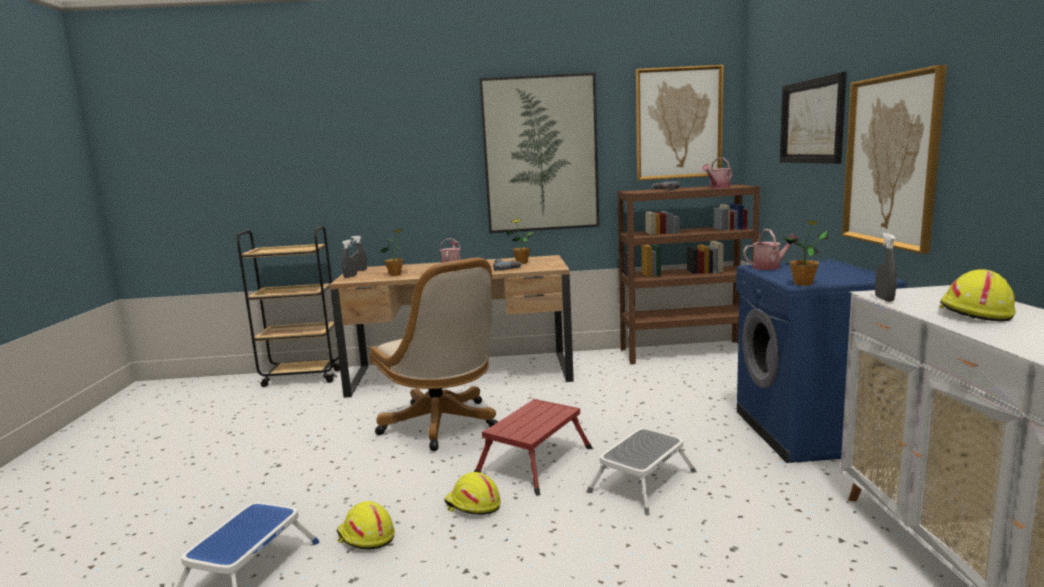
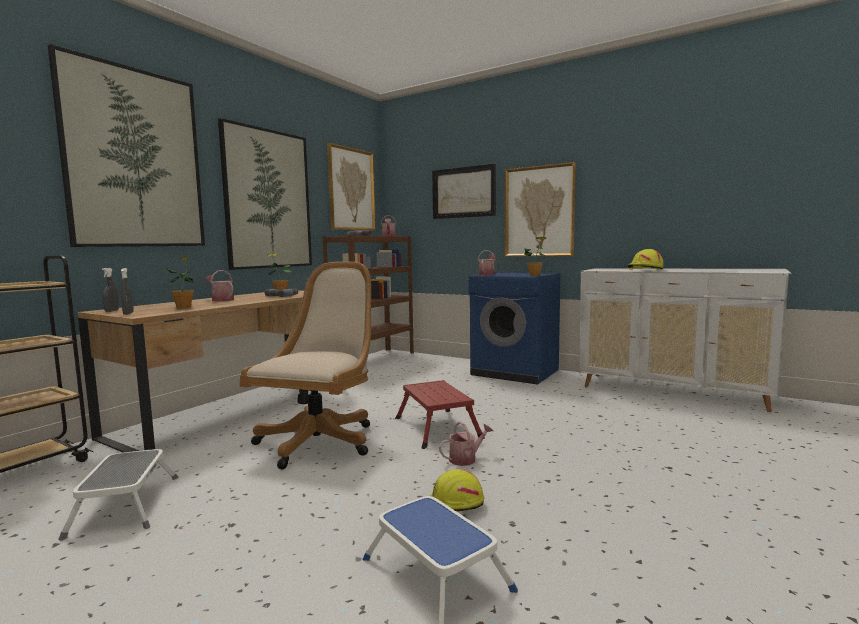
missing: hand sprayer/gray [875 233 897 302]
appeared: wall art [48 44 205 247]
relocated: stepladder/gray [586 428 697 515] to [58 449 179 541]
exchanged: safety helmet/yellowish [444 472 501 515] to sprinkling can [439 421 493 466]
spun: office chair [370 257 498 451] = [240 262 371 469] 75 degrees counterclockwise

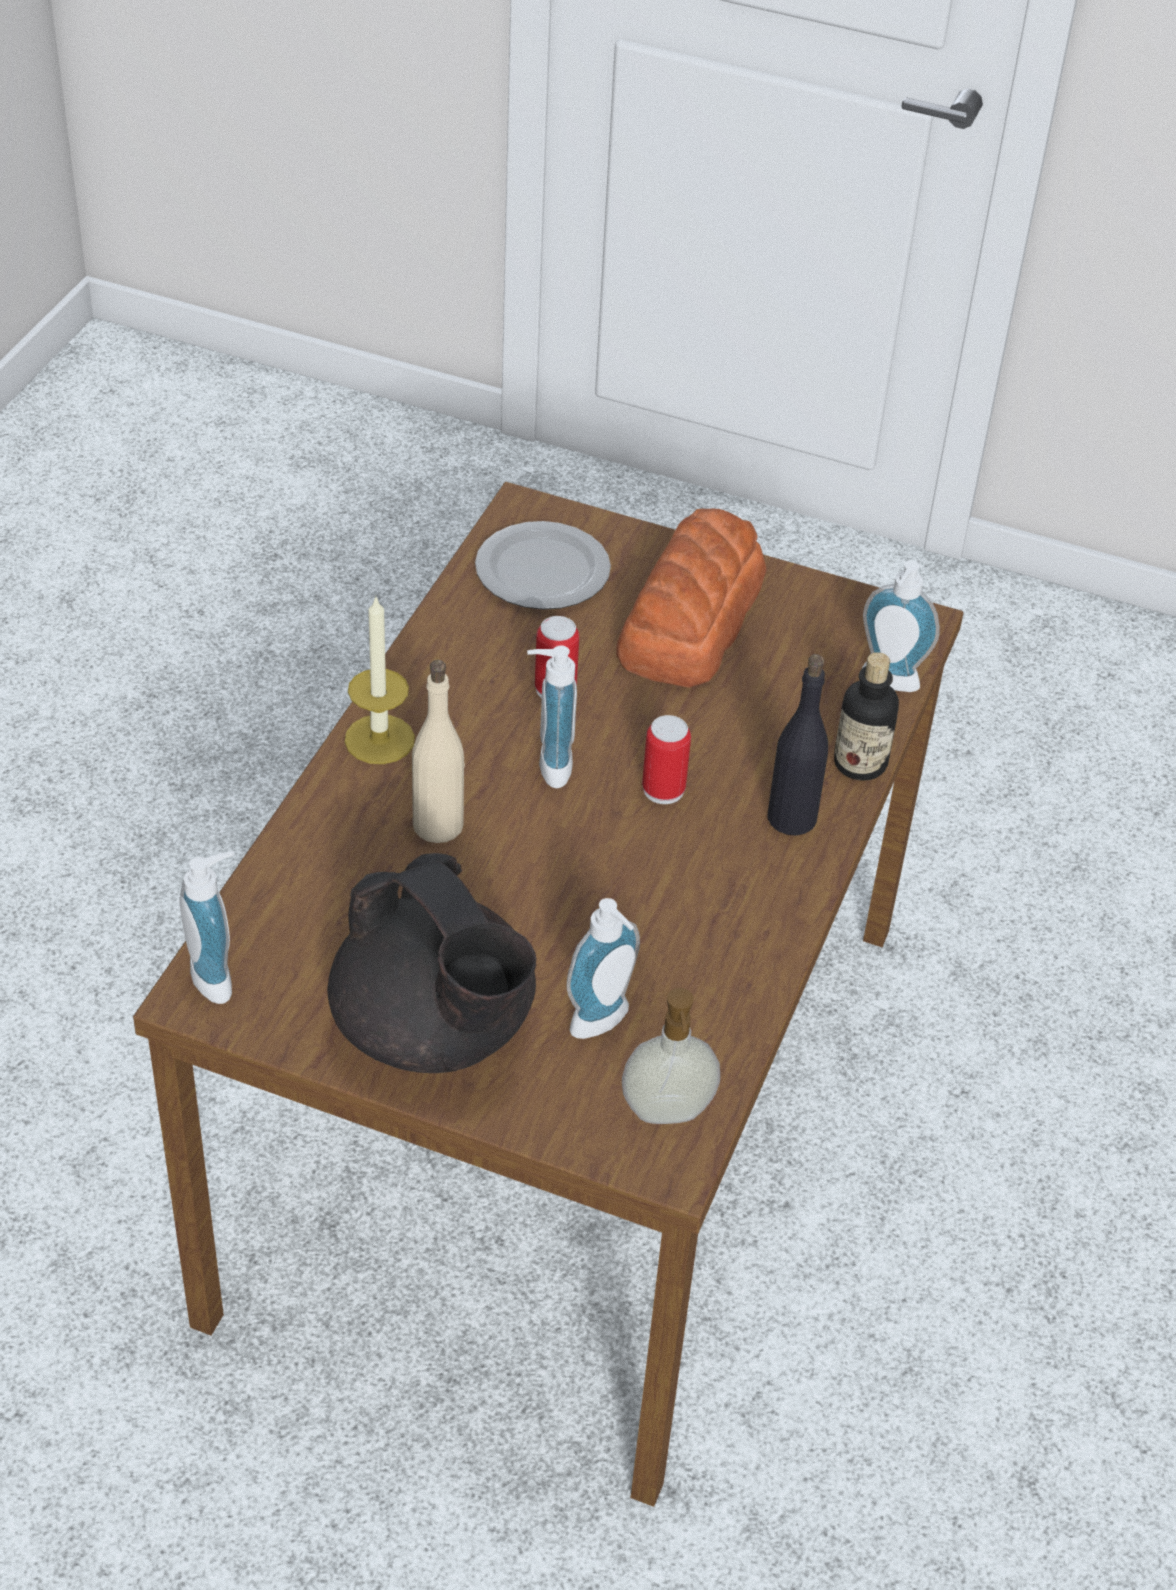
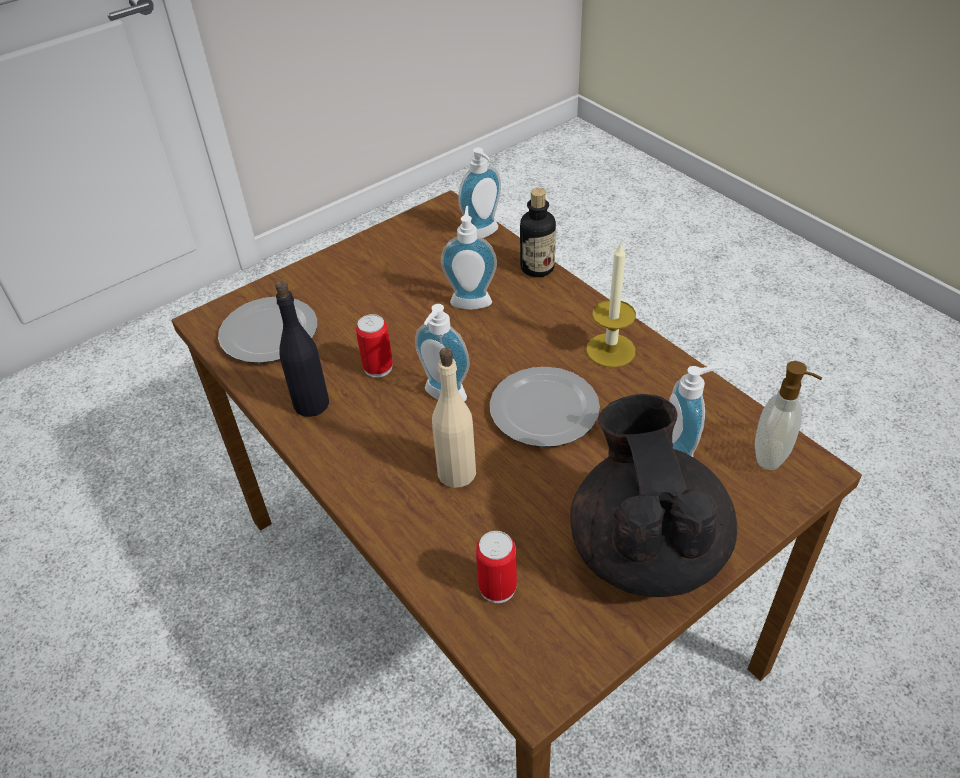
missing: baked bread [616 508 767 688]
appeared: flat dish [490 367 600 447]
relocated: soap bottle [179 851 234 1004] to [441 206 497 310]; wax candle [345 595 415 764] to [586 242 636 368]; sealed can [642 715 691 804] to [476 531 517 603]; bottle/black-coloured [767 654 828 836] to [275 281 329 417]
spun: tea pot/black-coloured [327 853 536 1073] = [570 394 737 597] 90 degrees counterclockwise

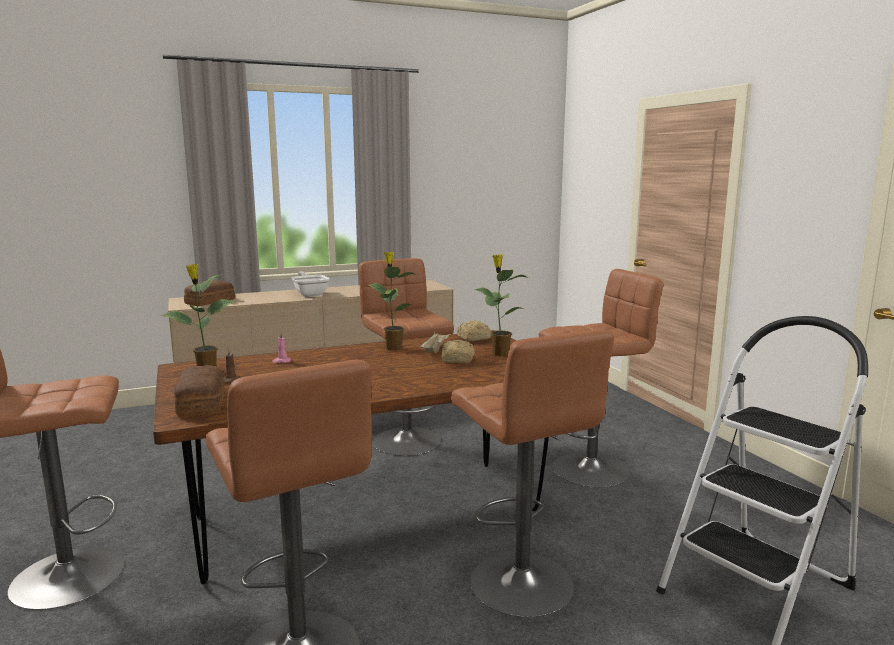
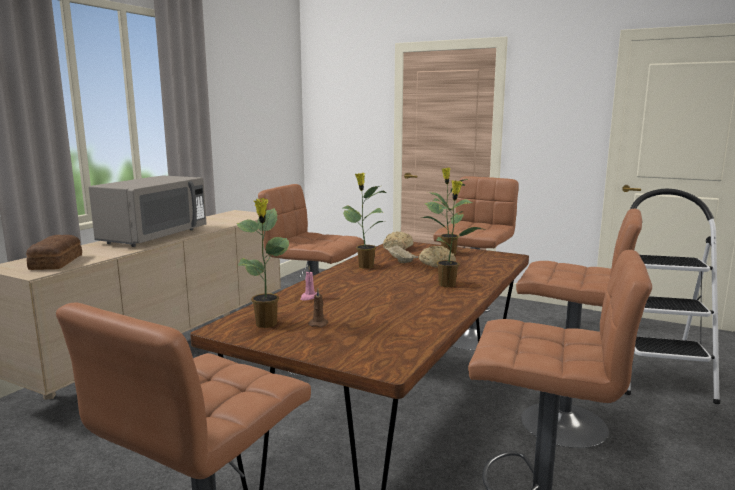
missing: baked bread [174 365 224 417]
appeared: houseplant [420 180 482 287]
exchanged: skillet [291 271 330 297] to kitchen microwave/gray [89 175 207 247]

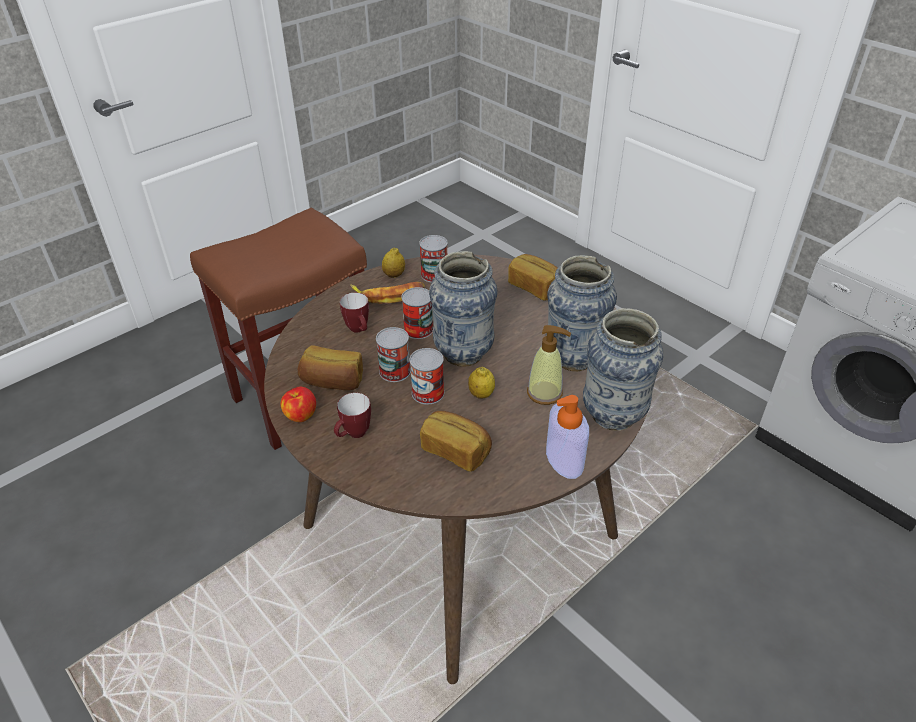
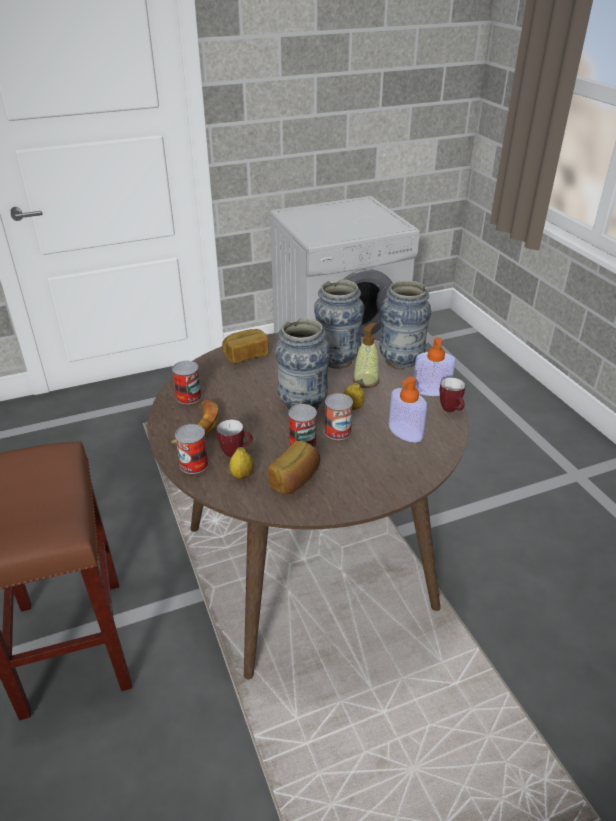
missing: whole apple [280 387 316 422]
relocated: tea mug [334 393 371 438] to [440 377 465 412]; citrus fruit [382 248 405 278] to [230 447 254 479]; sealed can [401 287 433 339] to [175 424 208 474]
exchanged: baked bread [420 411 492 472] to soap bottle [389 377 427 442]

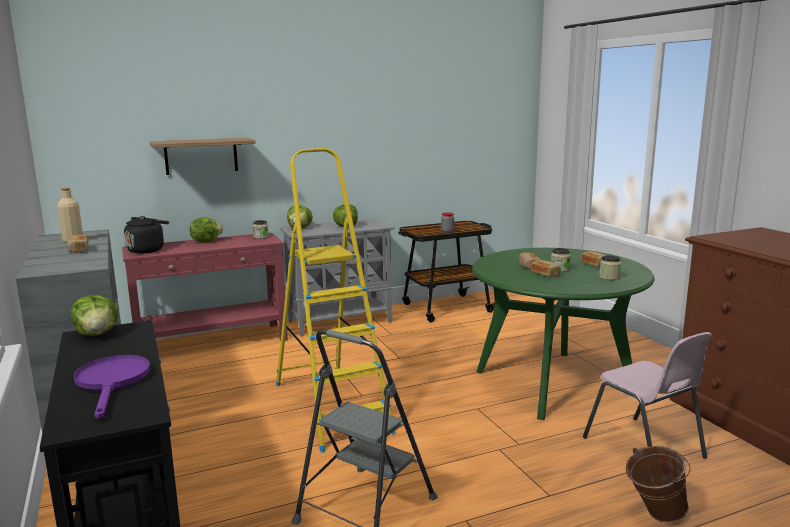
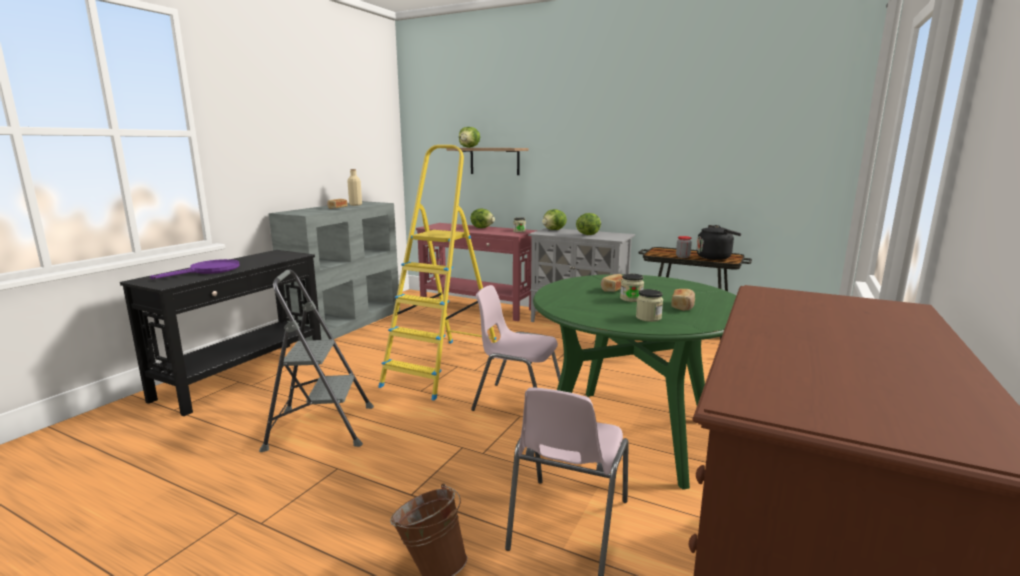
missing: baked bread [531 260 560 277]
appeared: upright chair/pinkish [471 285 561 411]
relocated: head of lettuce [71 295 118 336] to [459 127 480 148]; water kettle/black-coloured [124 216 169 254] to [697 225 742 260]

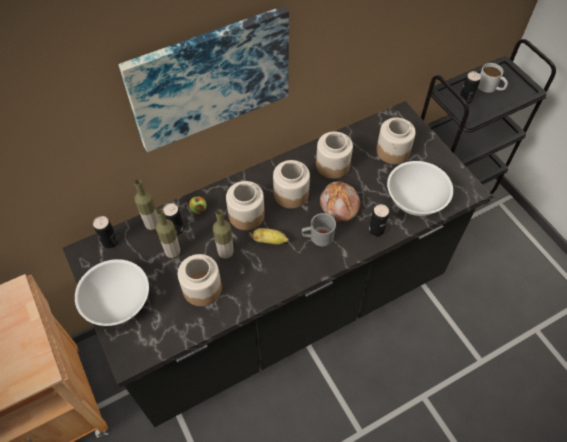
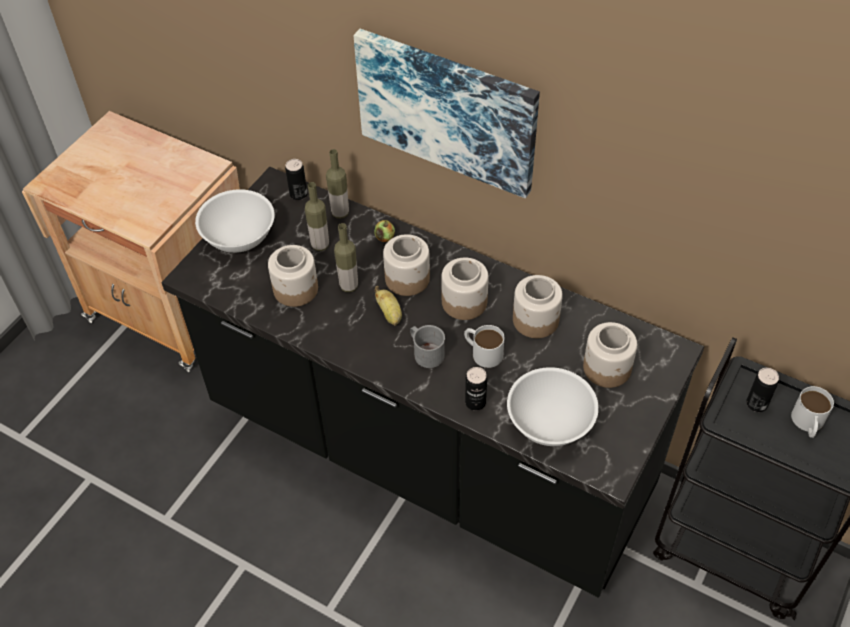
missing: sealed can [163 203 184 235]
exchanged: baked bread [320 181 360 223] to tea mug/white-coloured [464 325 504 368]

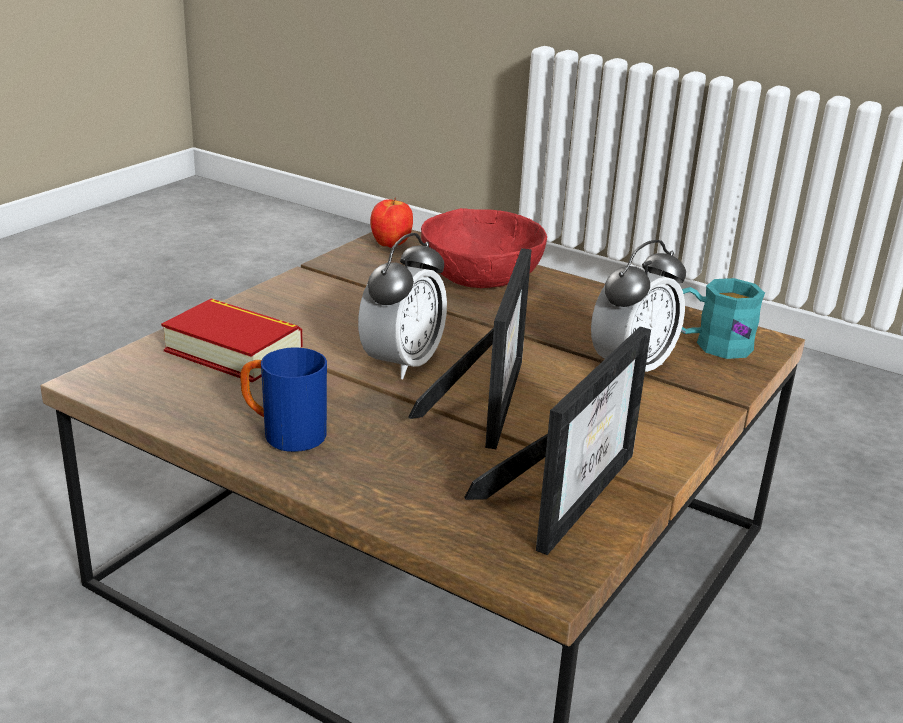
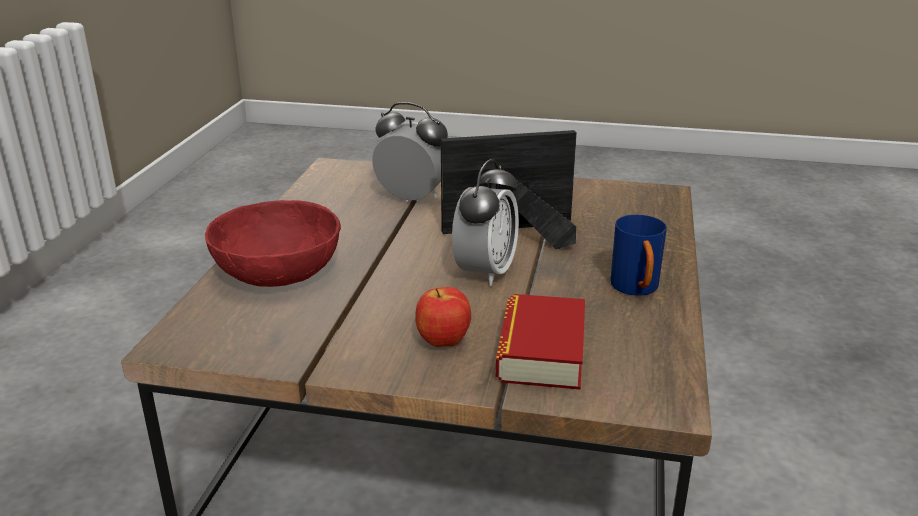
missing: standing frame [464 327 651 555]; tea mug/turquoise-coloured [681 278 765 359]
relocated: whole apple [370 197 413 248] to [415 287 471 347]
spun: bedside clock [358 233 447 379] = [452 159 519 286] 105 degrees clockwise

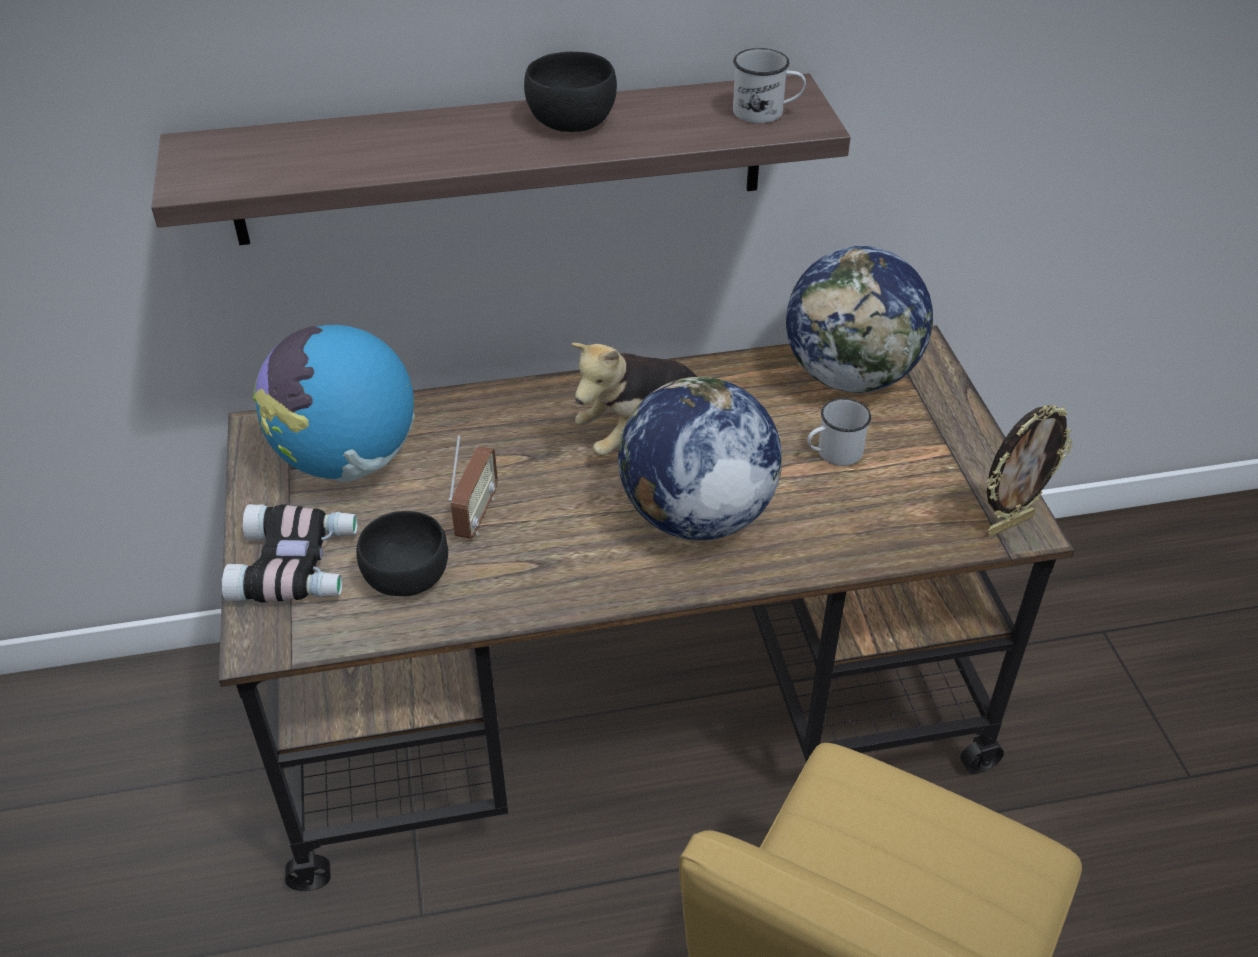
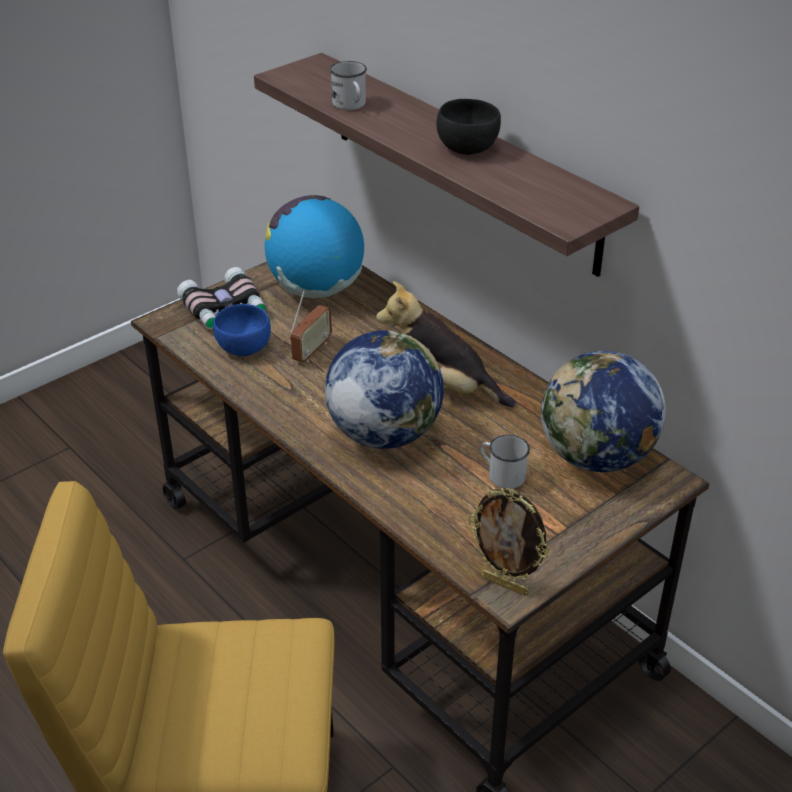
relocated: tea mug/white-coloured [733 48 806 123] to [330 61 367 110]
colour: serving bowl/black-coloured [357 511 448 596] to serving bowl/bluish [213 304 271 356]
spun: radio set [448 435 498 539] = [290 290 332 362] 45 degrees counterclockwise

